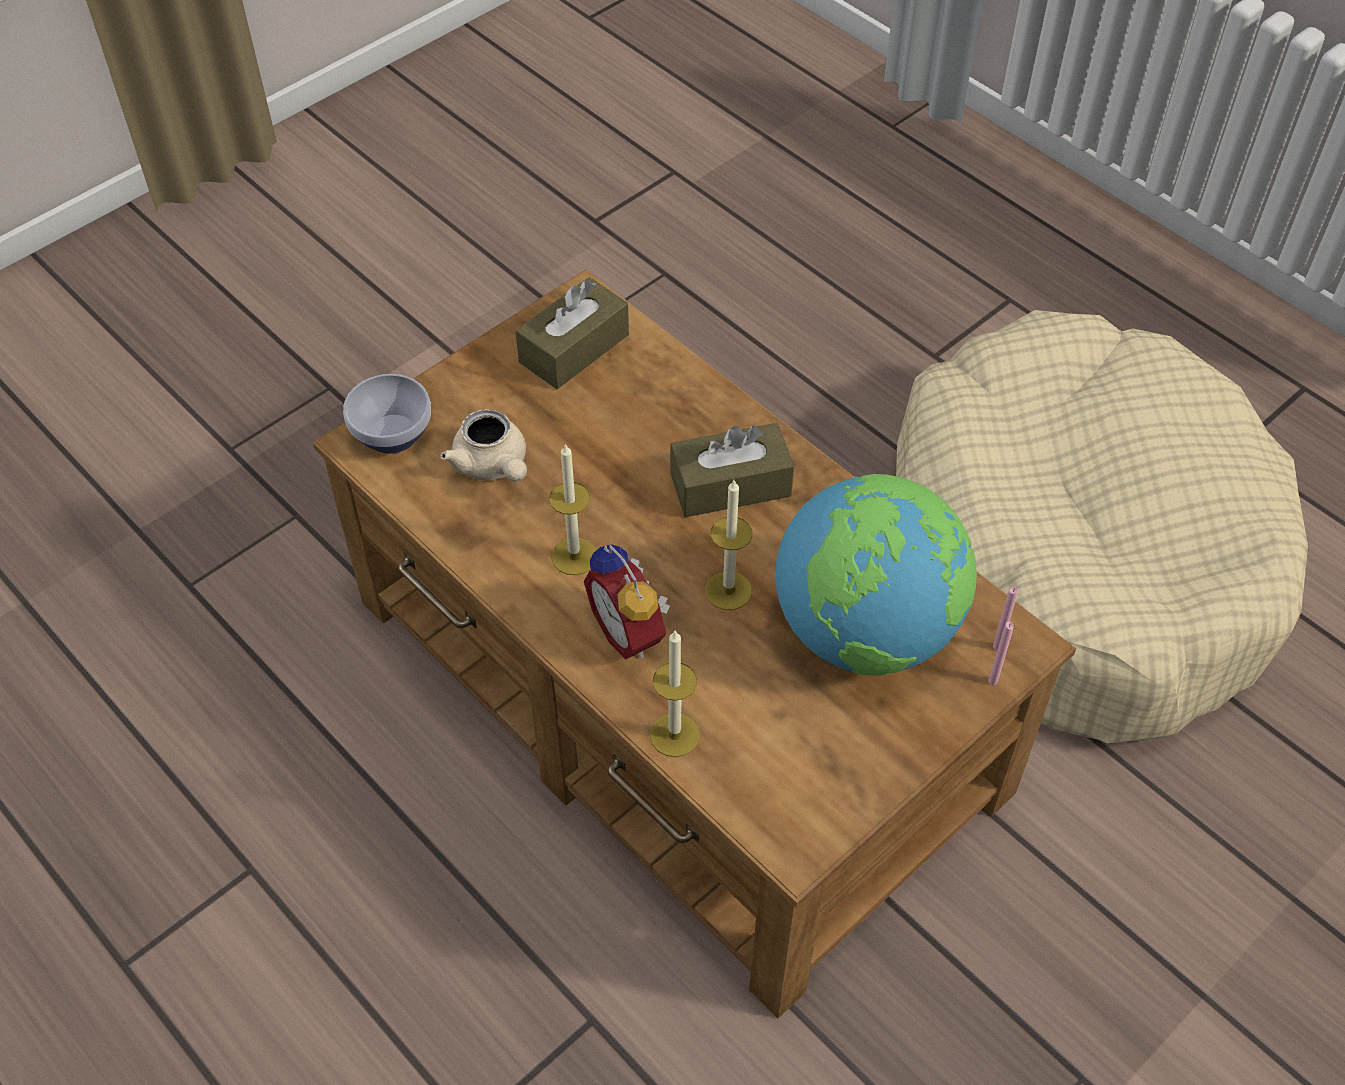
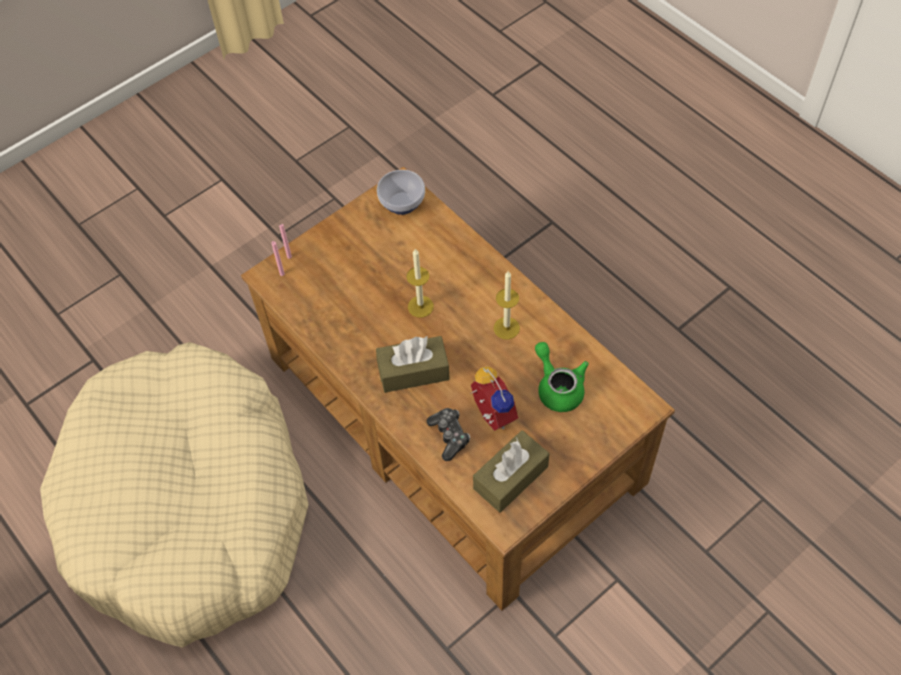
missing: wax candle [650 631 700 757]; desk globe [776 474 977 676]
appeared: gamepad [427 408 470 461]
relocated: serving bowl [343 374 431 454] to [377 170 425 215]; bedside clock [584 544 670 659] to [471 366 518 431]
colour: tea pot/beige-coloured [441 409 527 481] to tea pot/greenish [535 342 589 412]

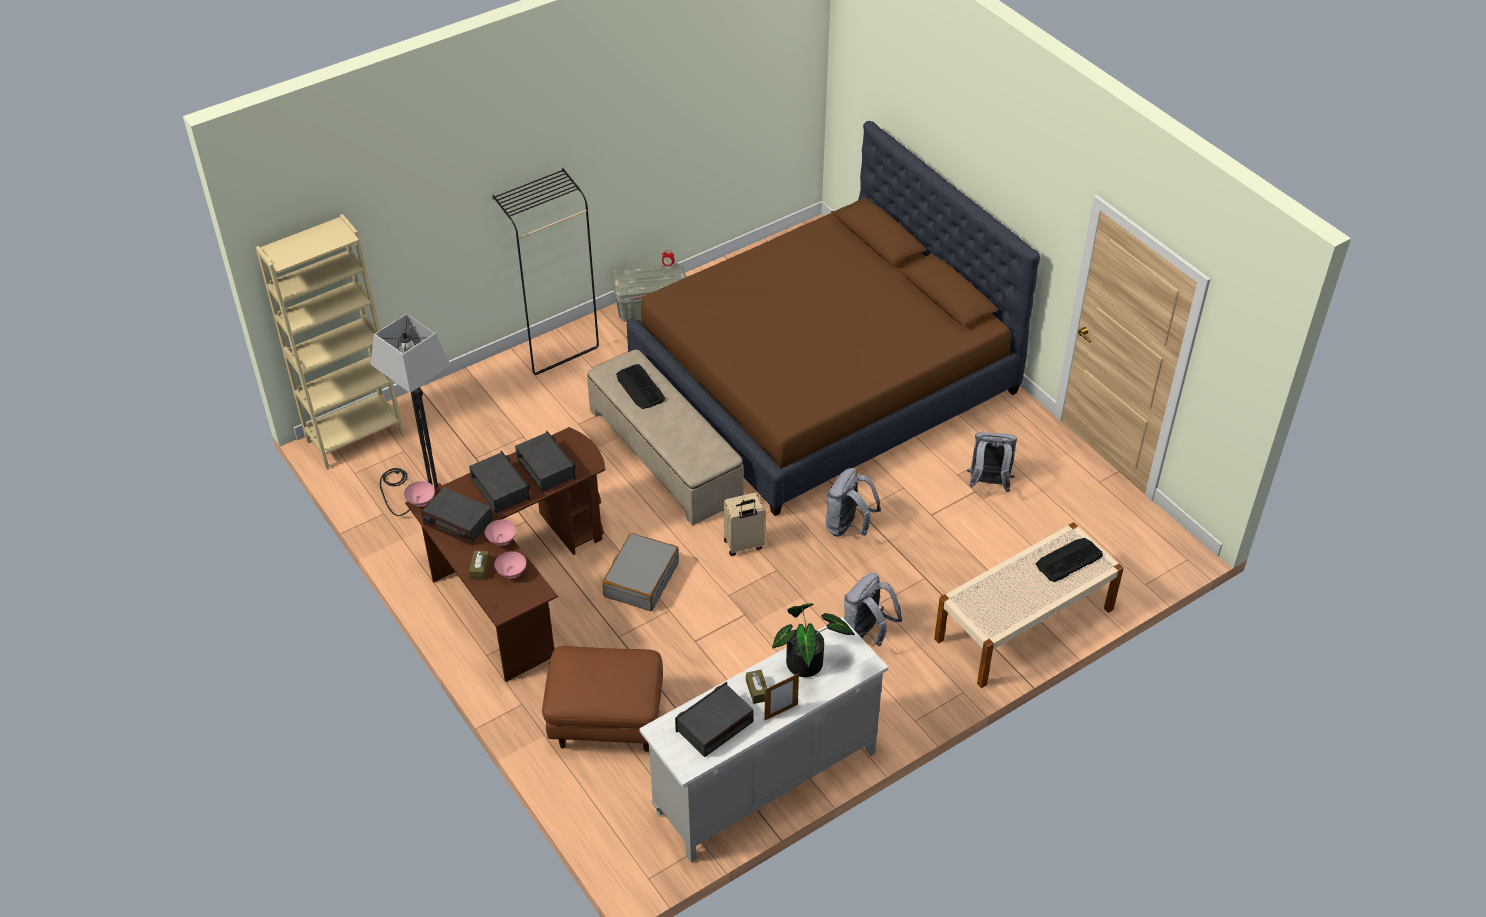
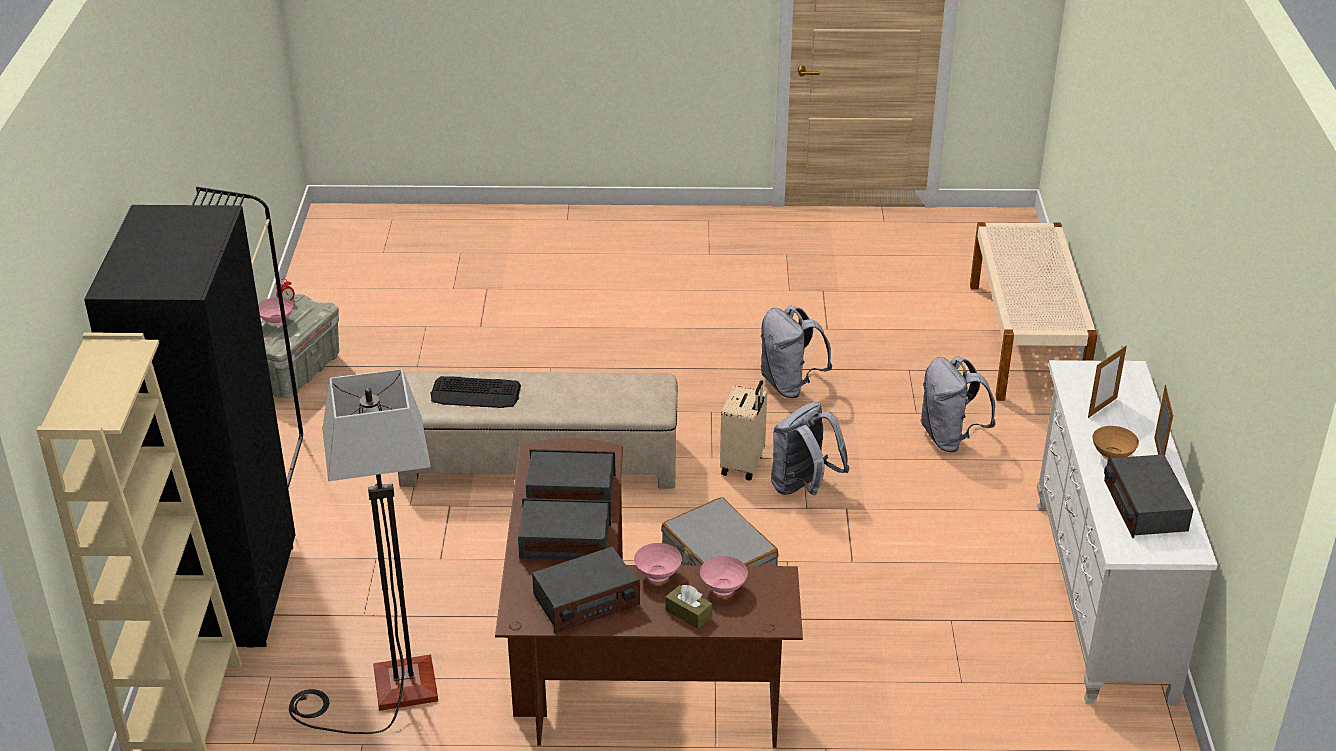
missing: footrest/brown-coloured [542 646 663 752]; sleeping bed/brown-coloured [627 121 1040 516]; keyboard [1036 538 1103 582]
appeared: armoire/black-coloured [84 205 296 648]
relocated: serving bowl/pinkish [404 481 435 507] to [258 297 293 326]; rucksack/gray [967 432 1017 492] to [771 402 850 495]
exchanged: box of tissues/brown-coloured [746 670 767 704] to serving bowl/brown-coloured [1092 426 1139 460]; houseplant [772 603 855 677] to standing frame [1088 345 1127 418]

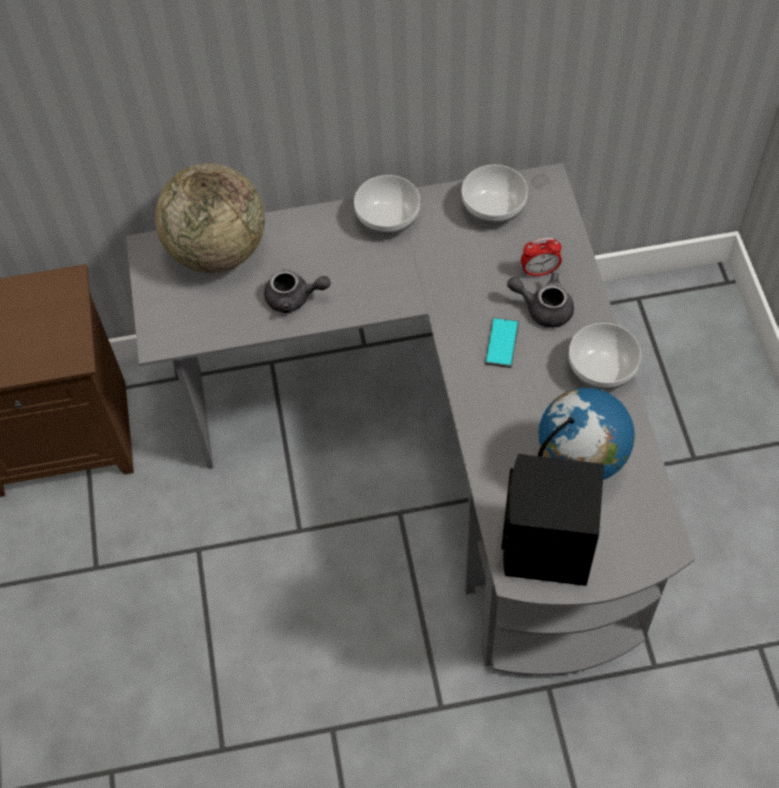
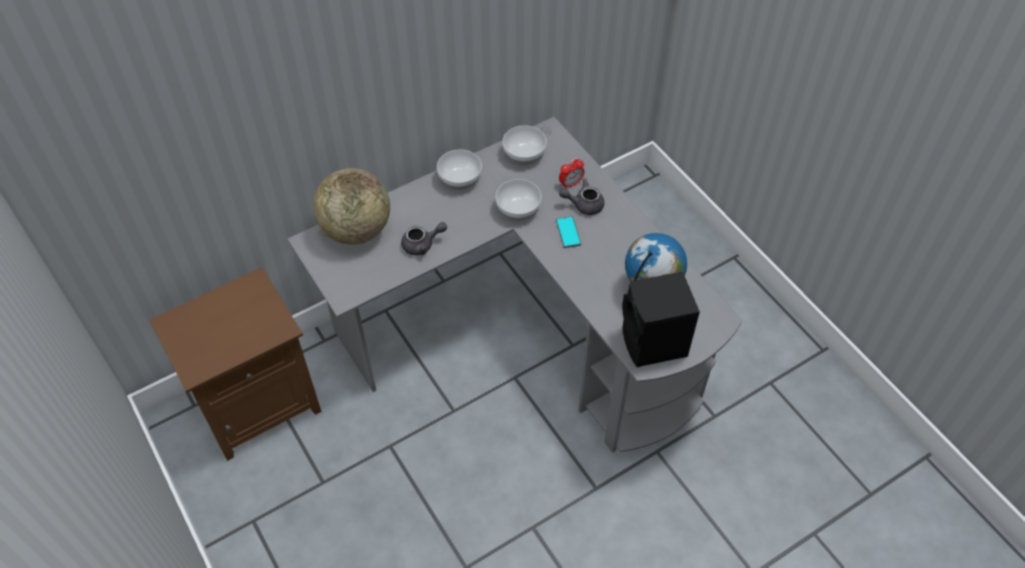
relocated: serving bowl [569 323 641 390] to [496 179 542 221]

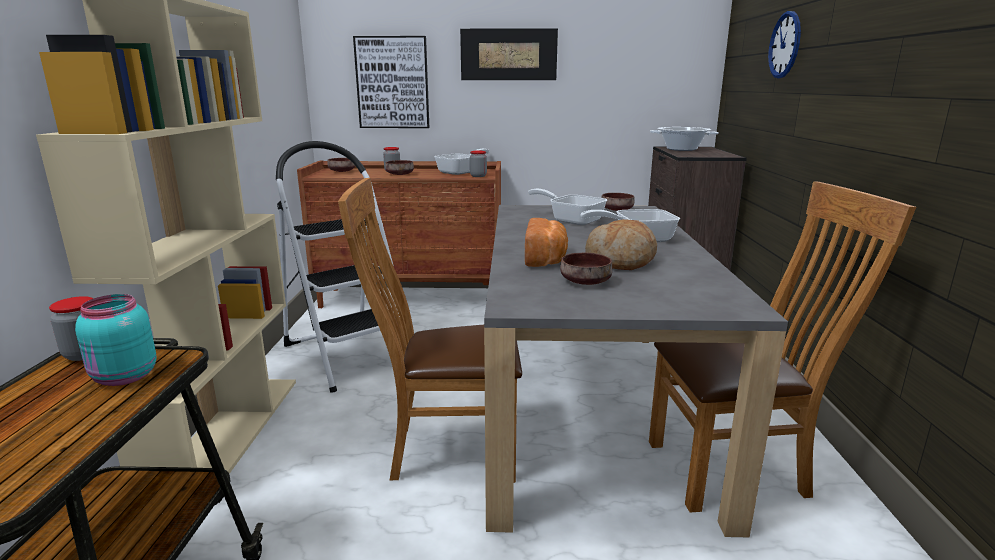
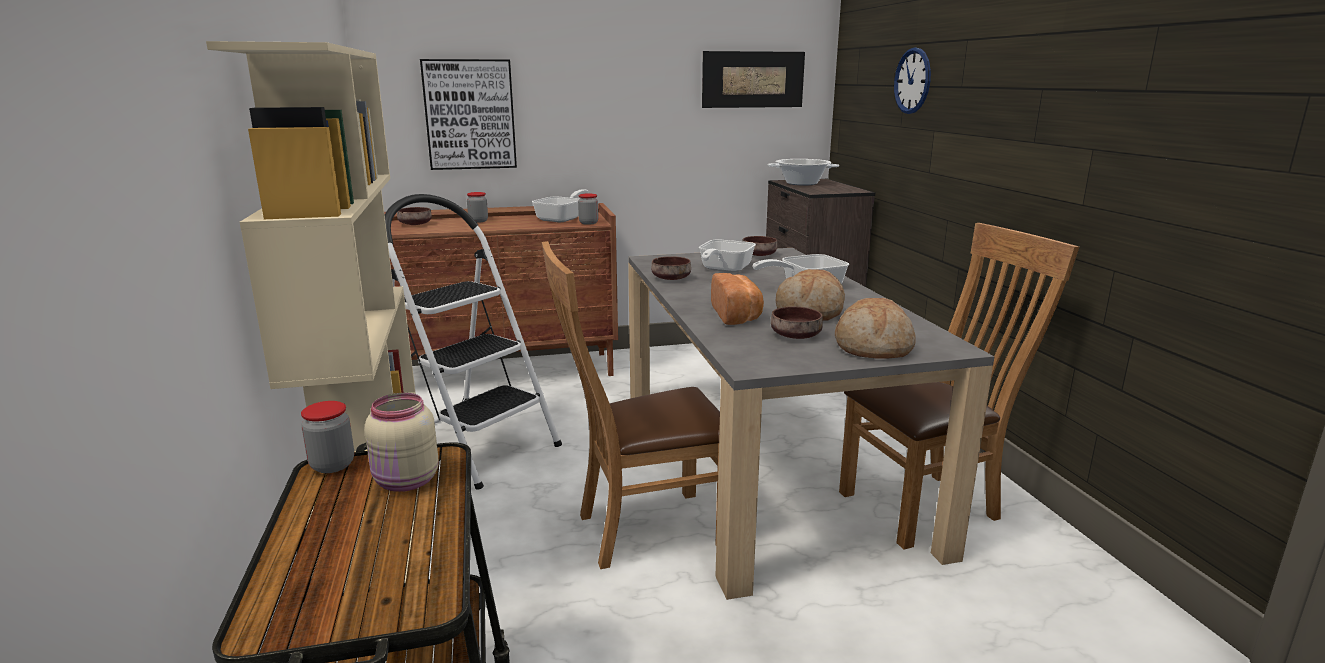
appeared: baked bread [835 298 916 359]
relocated: serving bowl/brown-coloured [386 160 414 175] to [651 257 691 280]; wall art [460 28 558 80] to [702 51 805 108]
colour: preserve jar/turquoise-coloured [75 294 157 386] to preserve jar/beige-coloured [365 393 439 492]
spun: skillet [528 189 607 225] = [699 239 756 272] 90 degrees counterclockwise

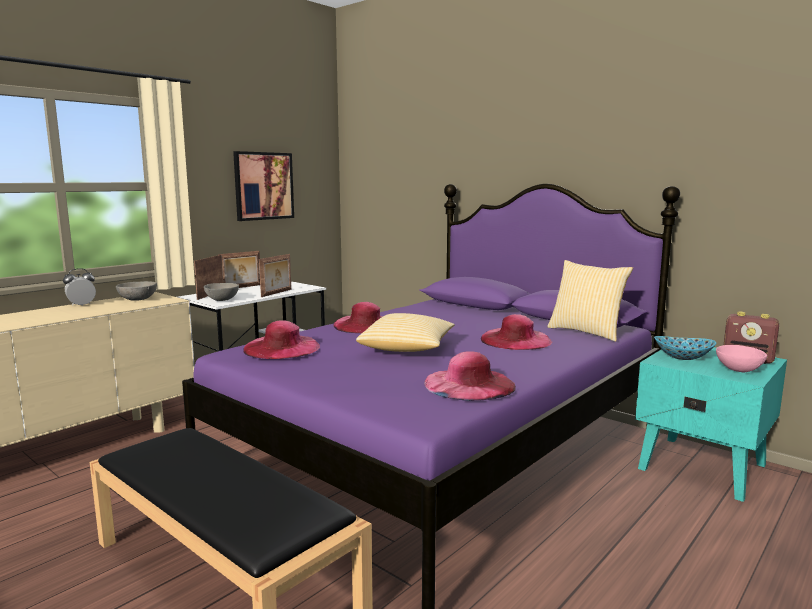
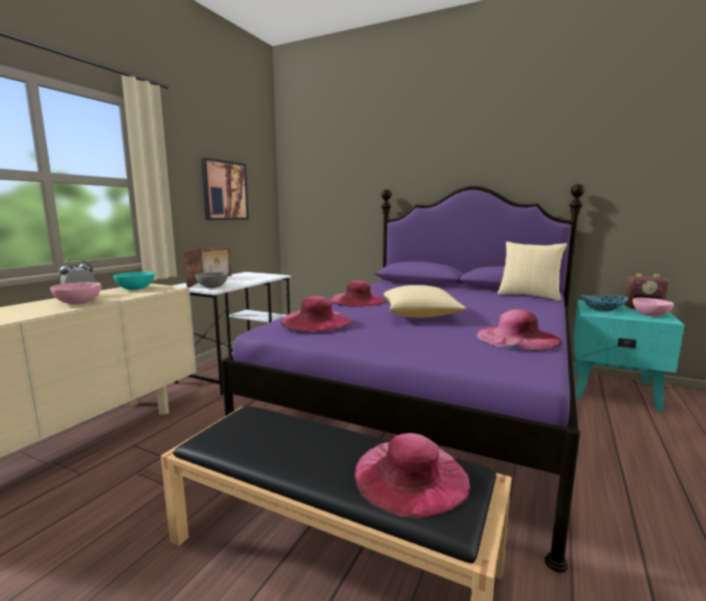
missing: standing frame [259 254 291 297]
appeared: serving bowl/pinkish [50 282 101 305]
relocated: wearable hat/pinkish [481 314 552 350] to [354 433 470 518]
colour: serving bowl/gray [116 281 157 301] to serving bowl/turquoise-coloured [113 272 154 290]

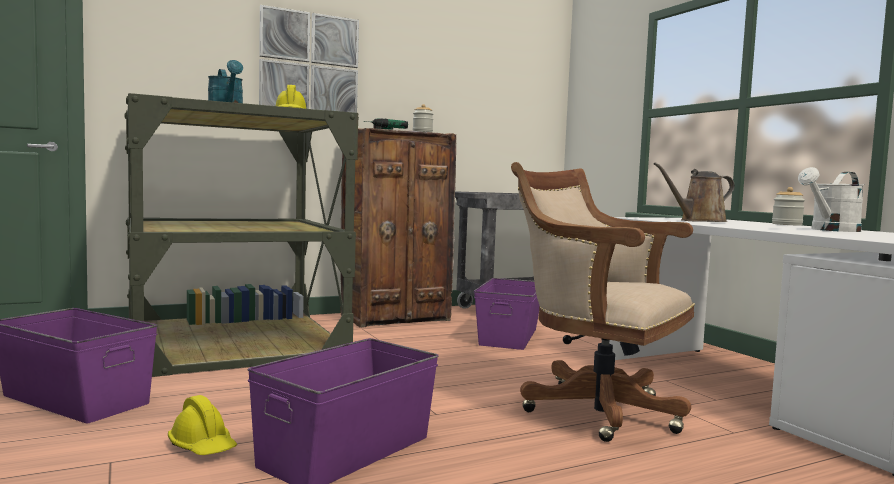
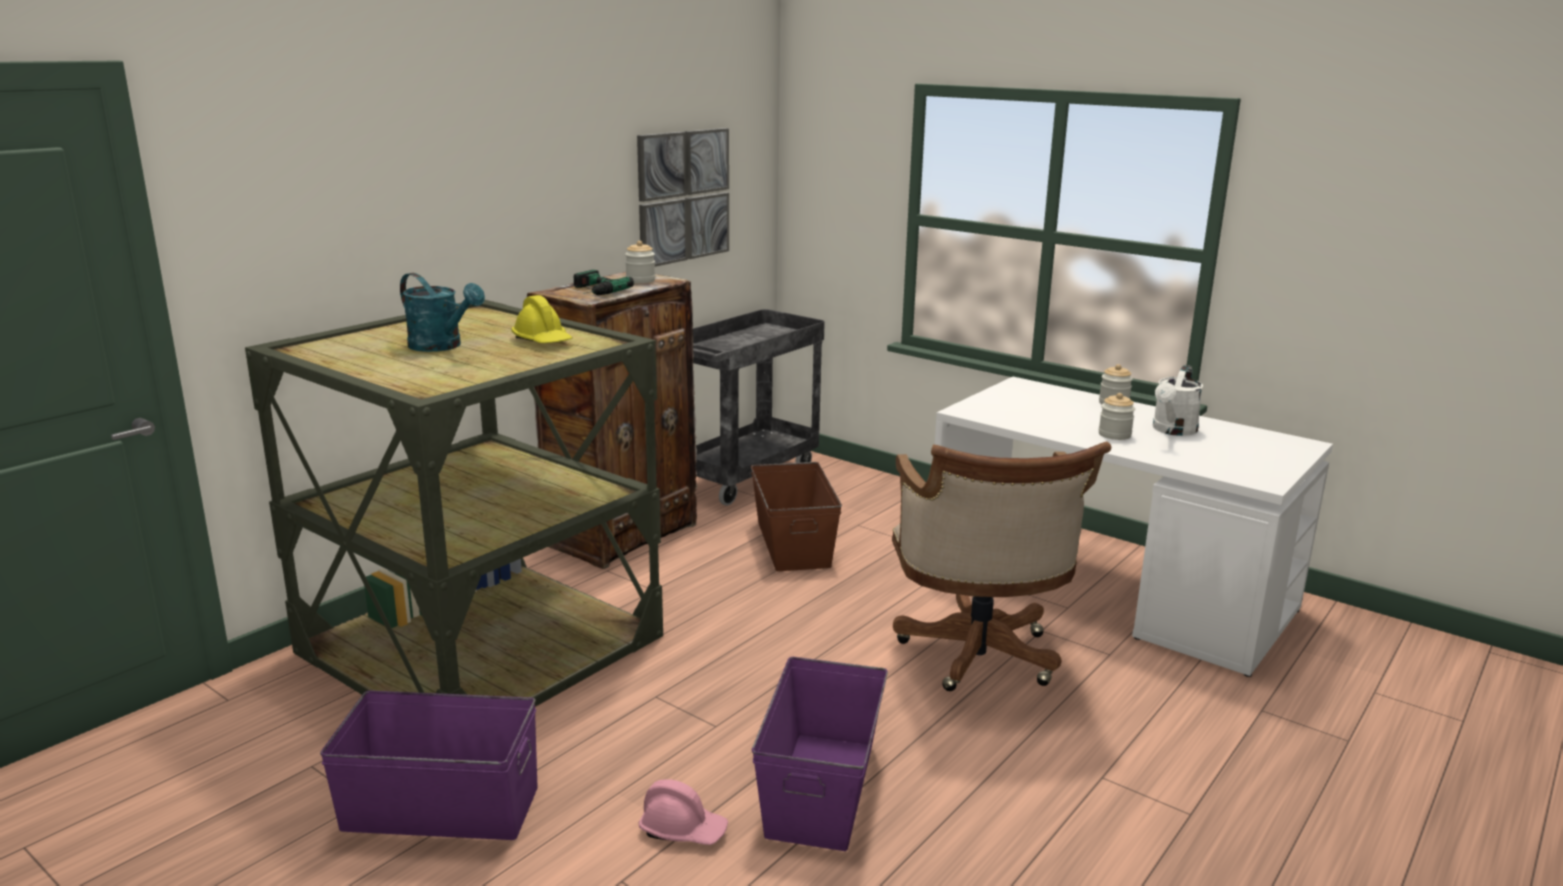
missing: sprinkling can/brown-coloured [654 162 735 222]
appeared: preserve jar [1099 393 1135 440]
relocated: wall art [259 5 359 113] to [637 128 729 267]
colour: safety helmet/yellowish [168 395 237 455] to safety helmet/pinkish [639 779 728 845]; storage container/purplish [474 278 539 350] to storage container/brown-coloured [751 462 842 571]
spun: office chair [511 162 695 442] = [892 442 1111 691] 105 degrees counterclockwise

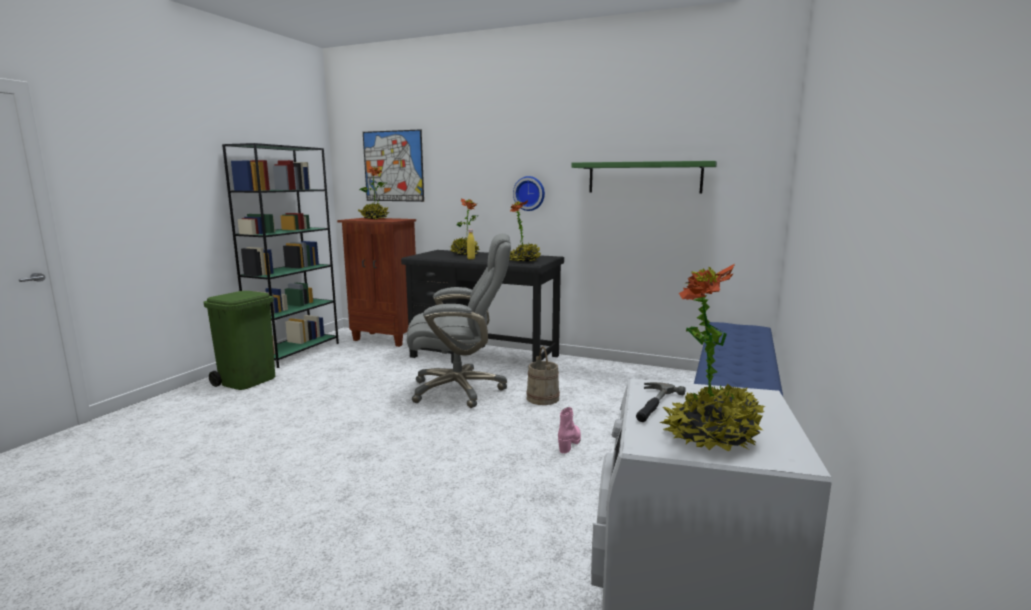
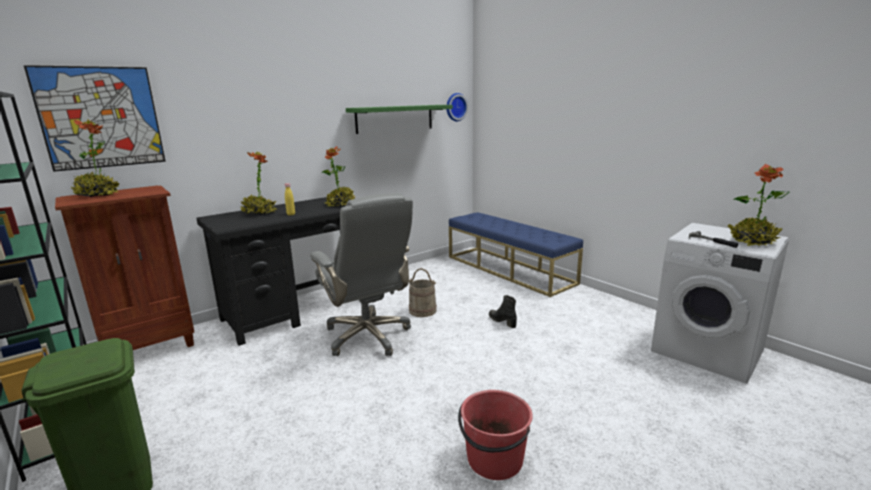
appeared: pail/reddish [458 390 533 480]
relocated: hanging clock [513 176 545 211] to [447 93 468 121]
colour: high-top boot/pinkish [558 407 581 453] to high-top boot/black-coloured [489 295 517 328]
spun: office chair/gray [407 233 511 408] = [310 193 413 356] 120 degrees clockwise

